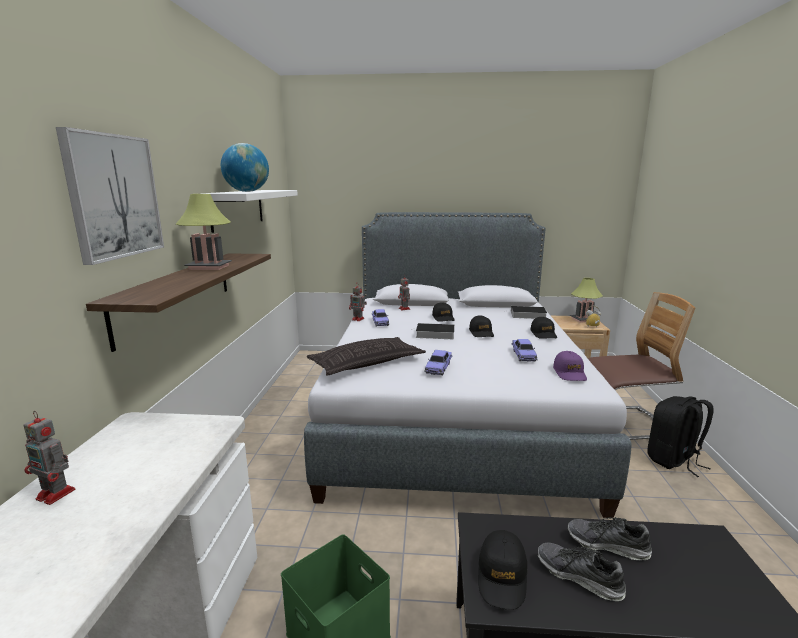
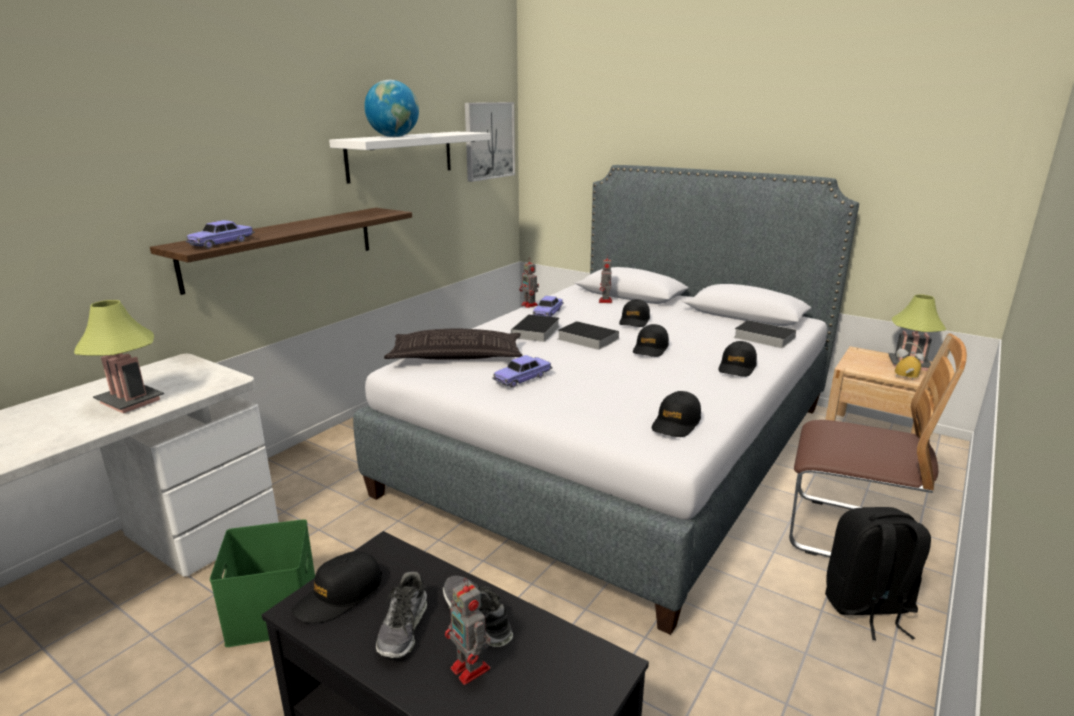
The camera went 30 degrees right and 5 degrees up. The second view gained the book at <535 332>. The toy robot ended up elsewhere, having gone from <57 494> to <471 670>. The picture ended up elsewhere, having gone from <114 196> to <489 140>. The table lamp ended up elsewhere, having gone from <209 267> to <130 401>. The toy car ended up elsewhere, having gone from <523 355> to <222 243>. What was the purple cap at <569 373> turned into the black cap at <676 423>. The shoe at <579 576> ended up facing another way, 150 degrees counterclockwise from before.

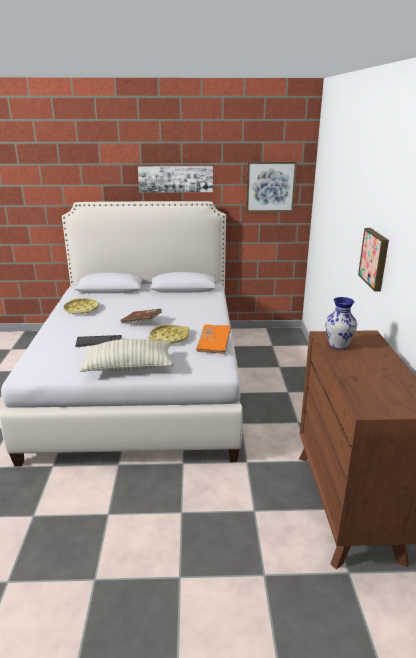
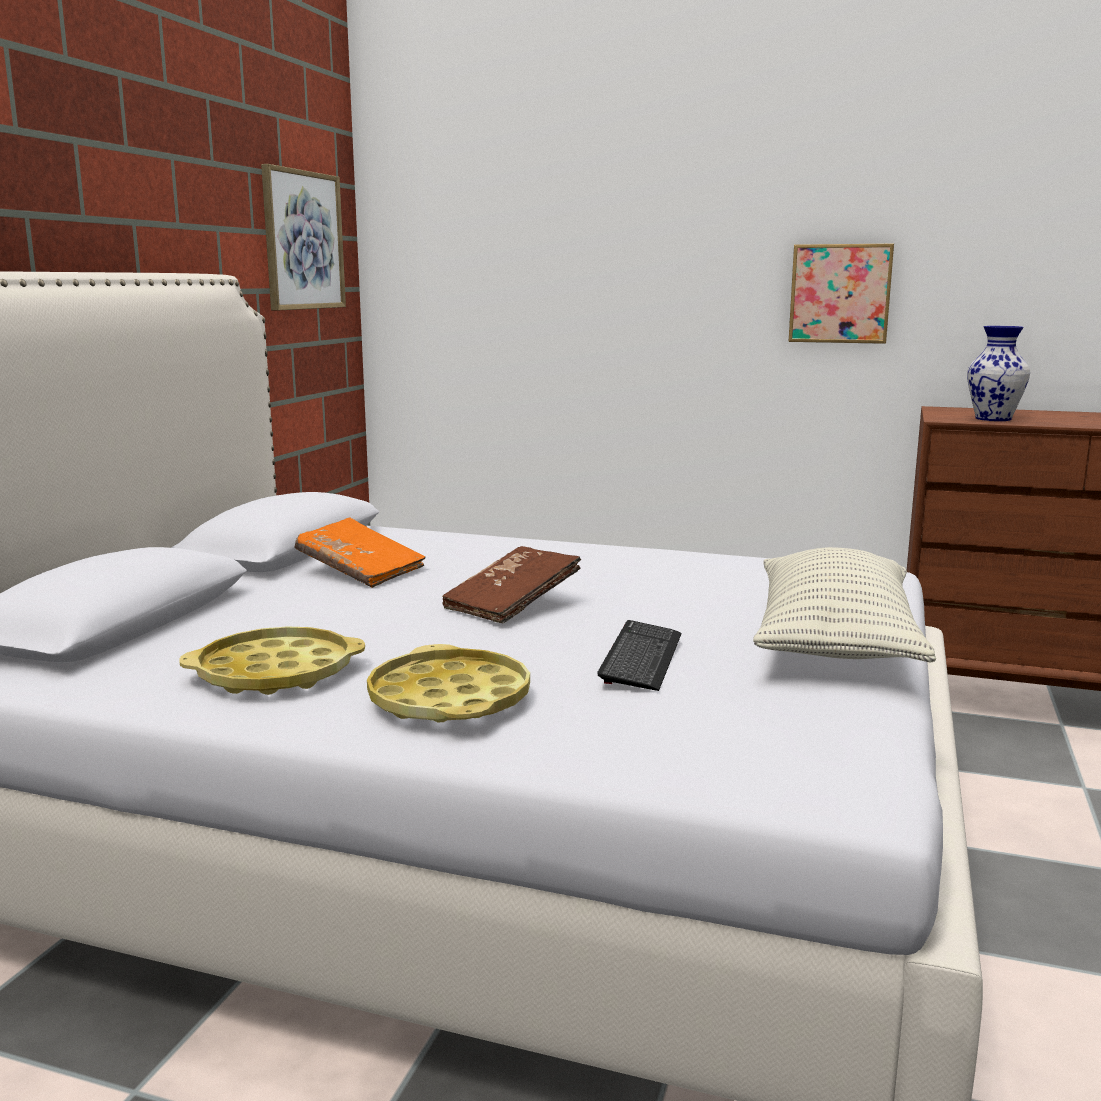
The camera went 70 degrees left and 10 degrees down. The second view lost the picture at <175 179>. The yellow tray ended up elsewhere, having gone from <169 338> to <449 699>. The orange book ended up elsewhere, having gone from <214 345> to <360 571>.

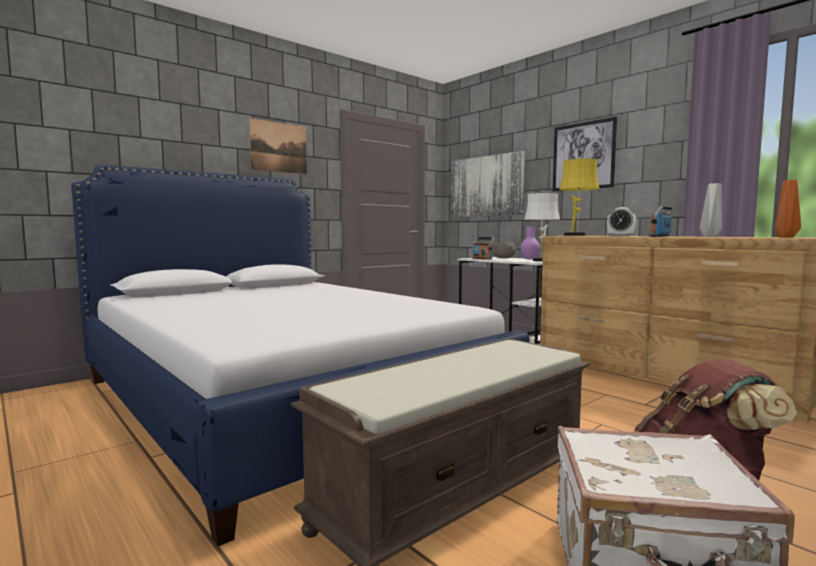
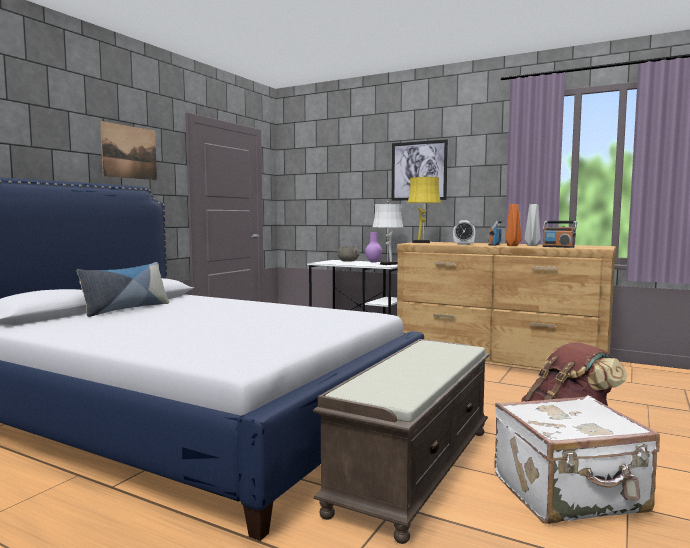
The camera went 20 degrees left and 0 degrees up. The second view lost the picture at <486 186>. The second view gained the pillow at <126 309>. The radio ended up elsewhere, having gone from <482 259> to <558 247>. The orange vase ended up elsewhere, having gone from <786 237> to <512 246>.

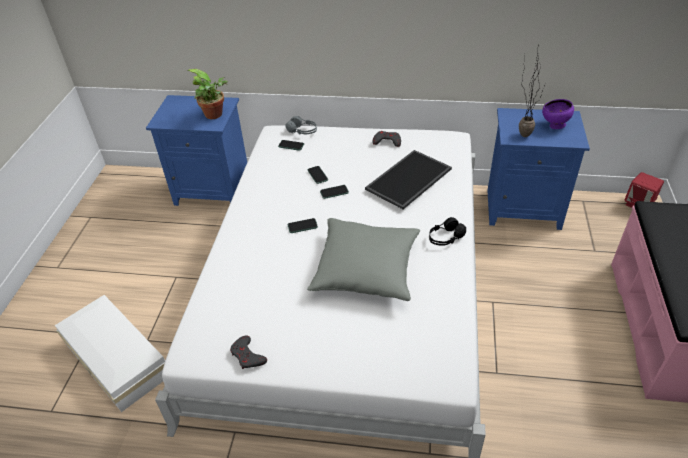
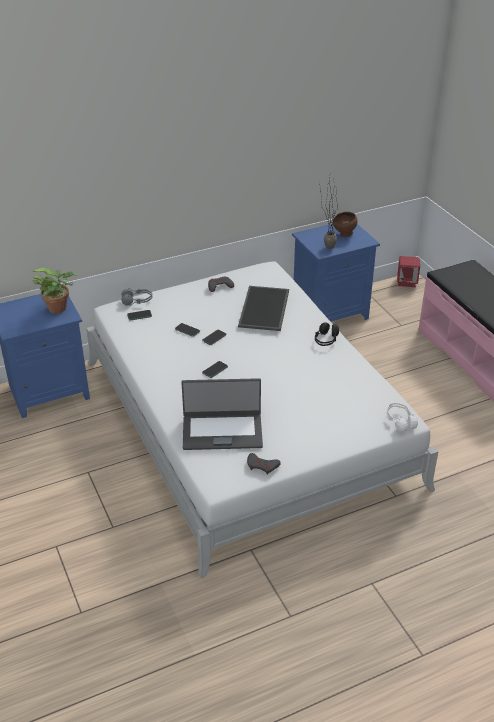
The camera went 35 degrees left and 5 degrees down. The second view lost the white storage box at <117 357>. The second view lost the grey pillow at <366 269>. The second view gained the laptop at <222 431>. The second view gained the white headphones at <400 421>. What was the purple bowl at <554 126> turned into the brown bowl at <344 235>.

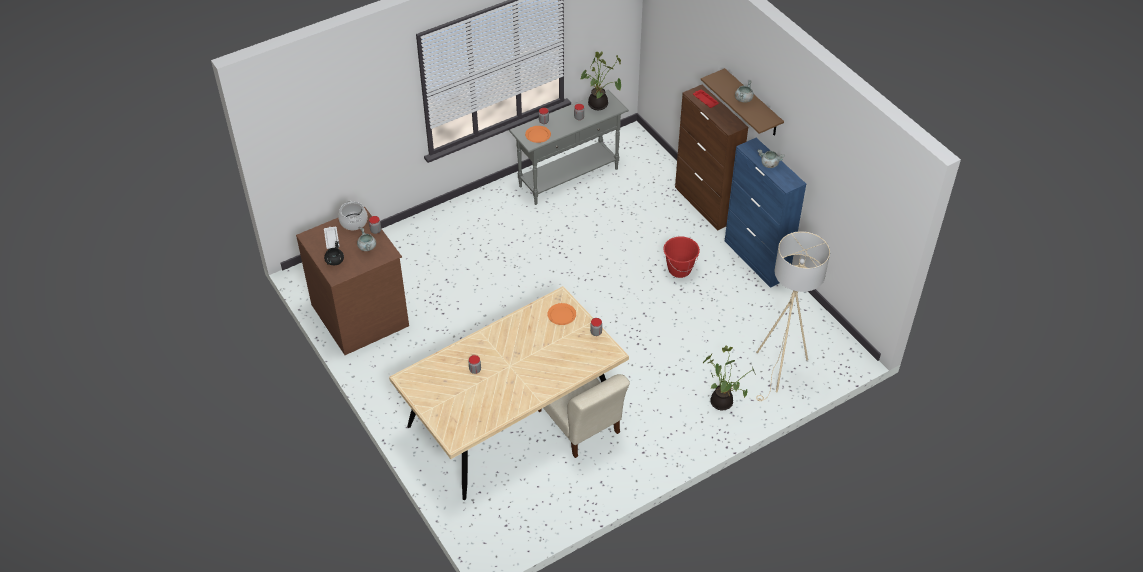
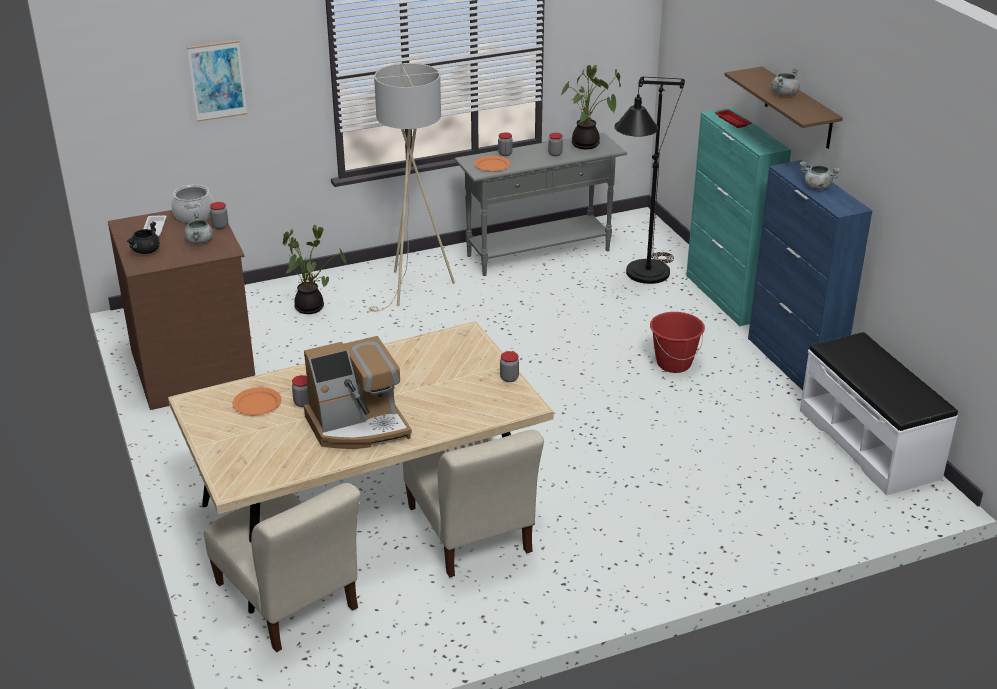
The camera went 10 degrees right and 15 degrees down. The second view gained the picture at <217 81>. The second view gained the beige chair at <288 600>. The second view gained the coffee machine at <358 426>. The second view gained the black floor lamp at <642 278>. The second view gained the white bench at <869 443>. The orange plate ended up elsewhere, having gone from <561 315> to <257 403>. The potted plant ended up elsewhere, having gone from <723 401> to <312 307>. The beige floor lamp ended up elsewhere, having gone from <780 371> to <413 290>. What was the brown cabinet at <705 204> turned into the turquoise cabinet at <726 297>.

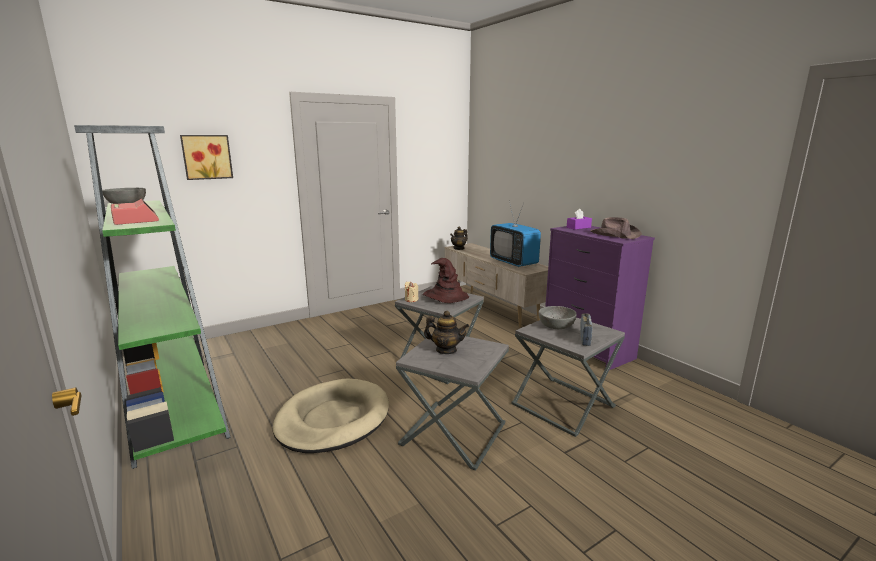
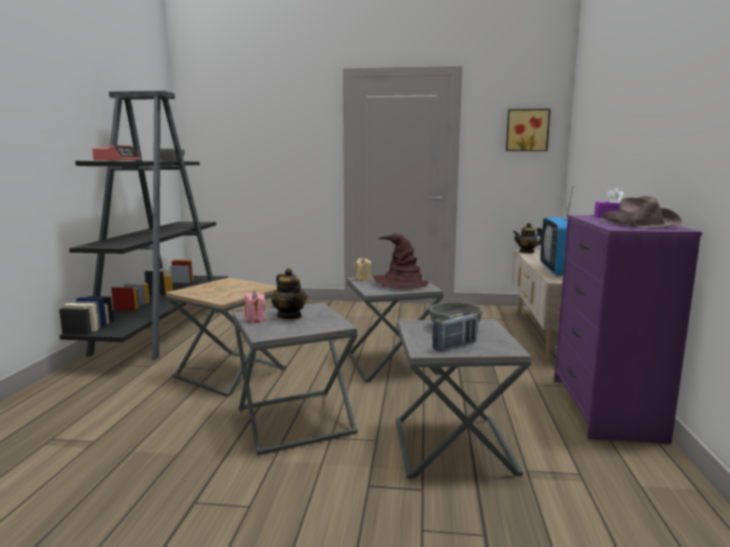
The camera went 40 degrees right and 5 degrees down. The second view gained the pink candle at <255 319>. The picture ended up elsewhere, having gone from <207 157> to <527 130>. Where the beige dog bed stood at <333 419>, the brown side table came to stand at <230 373>. What was the green bookcase at <173 405> turned into the black bookcase at <163 330>.

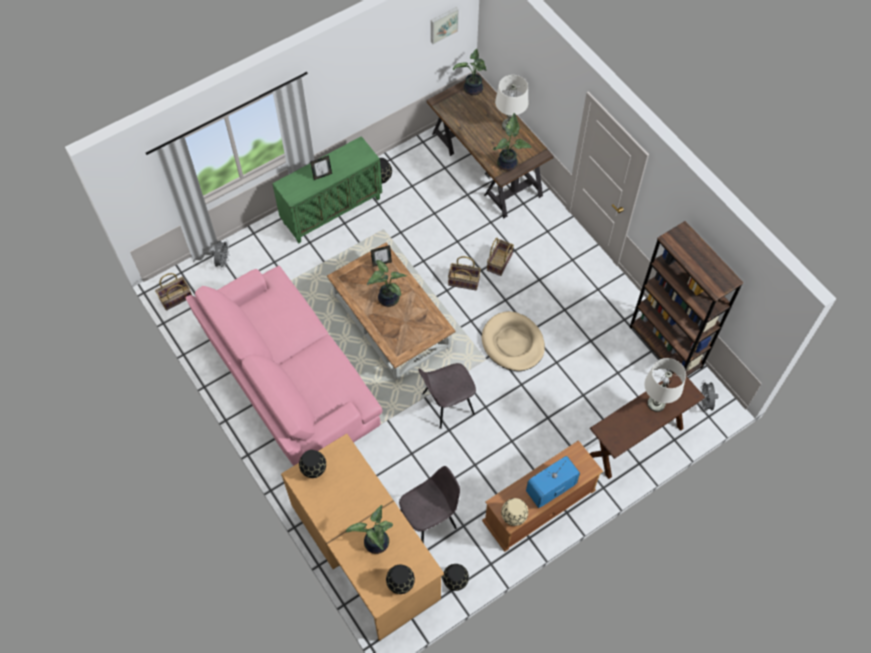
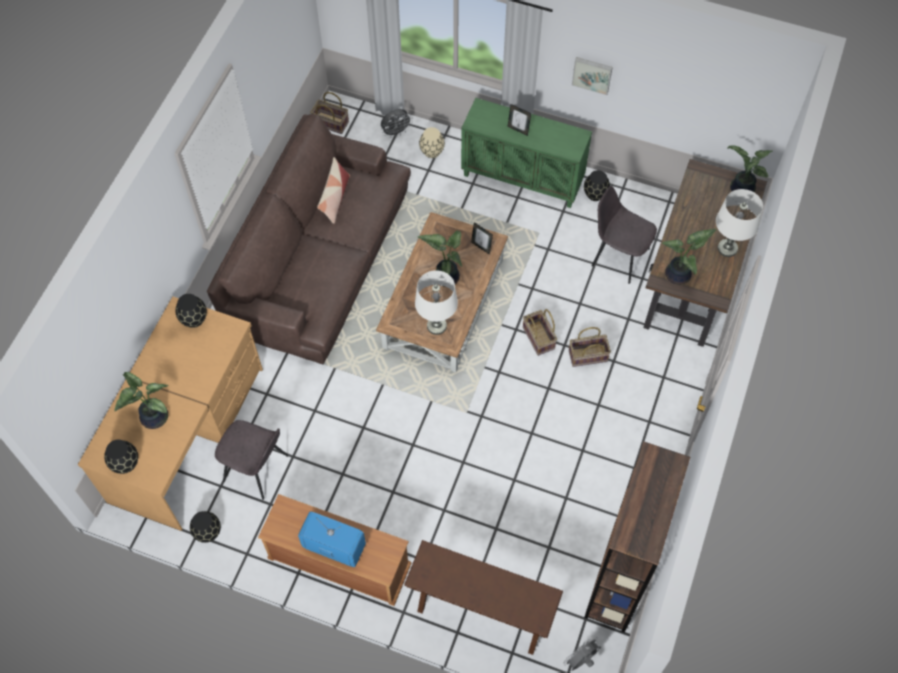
The camera went 55 degrees right and 0 degrees up. The second view lost the beige dog bed at <513 343>. The second view gained the pillow at <335 198>. The grey chair ended up elsewhere, having gone from <446 404> to <619 256>. The picture ended up elsewhere, having gone from <443 24> to <592 74>. The beige vase ended up elsewhere, having gone from <513 517> to <431 152>. The white table lamp ended up elsewhere, having gone from <656 403> to <437 326>. What was the pink sofa at <288 376> turned into the brown sofa at <319 258>.

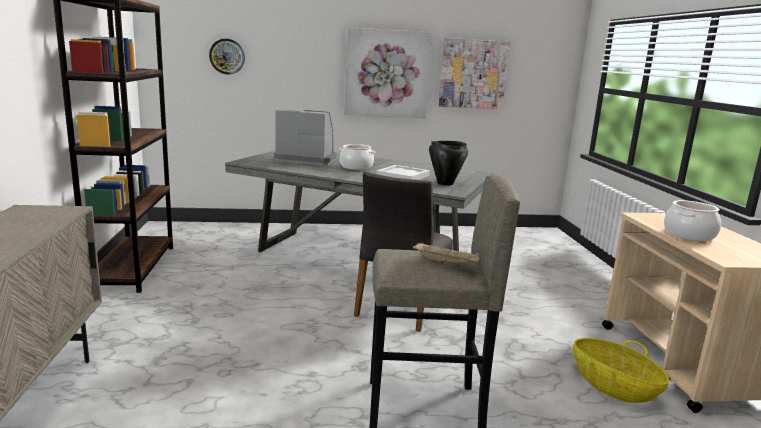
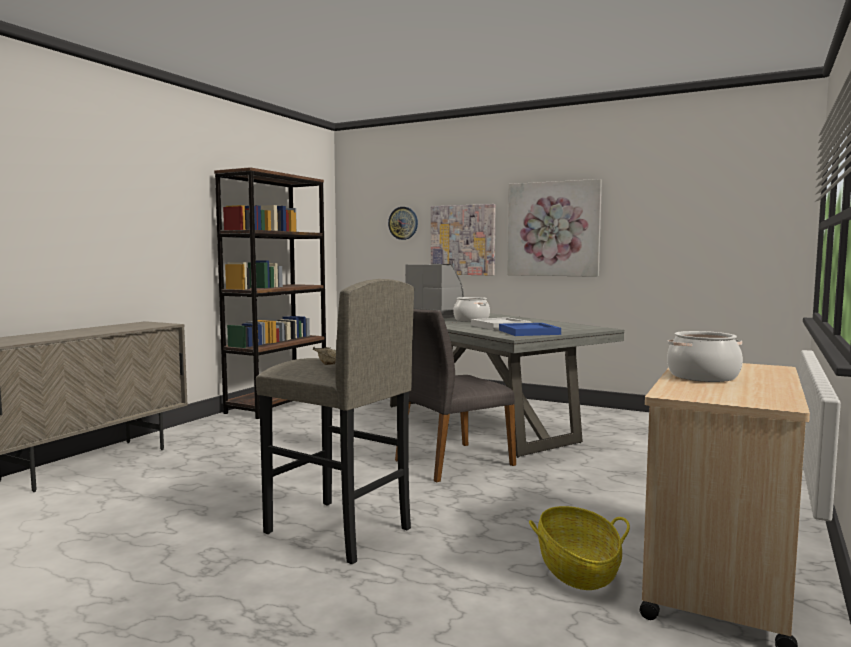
The camera went 35 degrees right and 10 degrees down. The picture ended up elsewhere, having gone from <473 74> to <463 240>. Where the black cooking pot stood at <445 183>, the blue tray came to stand at <528 332>.

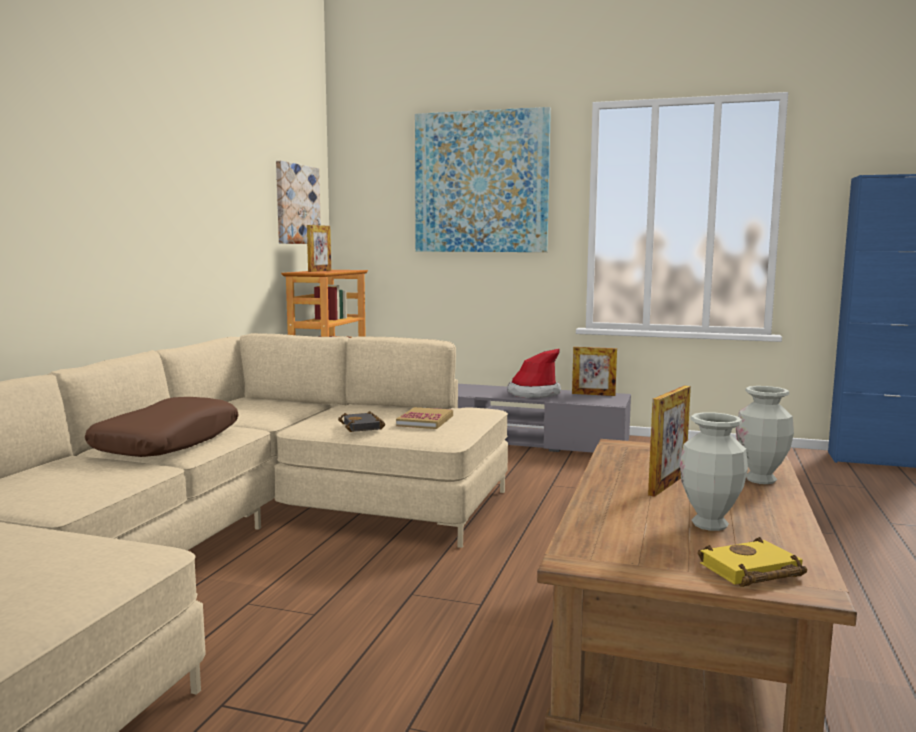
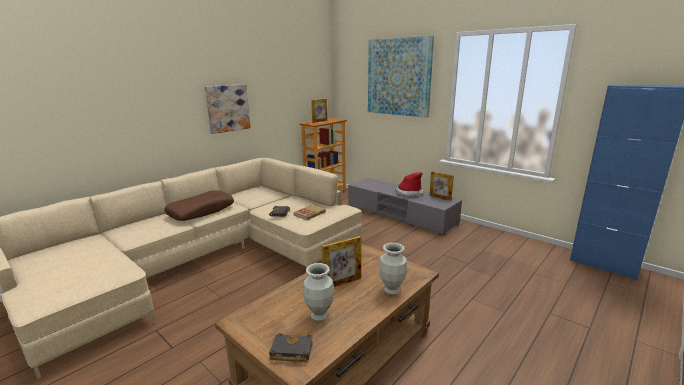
The camera went 25 degrees right and 10 degrees up. The picture ended up elsewhere, having gone from <296 204> to <228 108>. What was the yellow book at <750 572> turned into the black book at <290 351>.

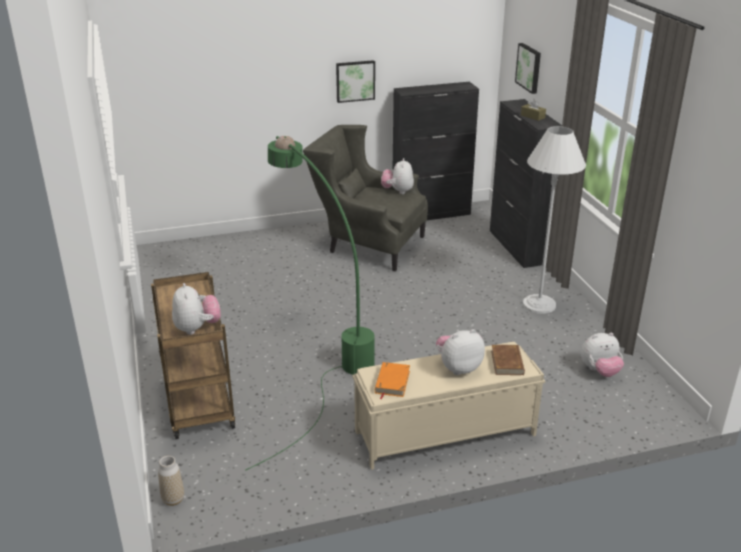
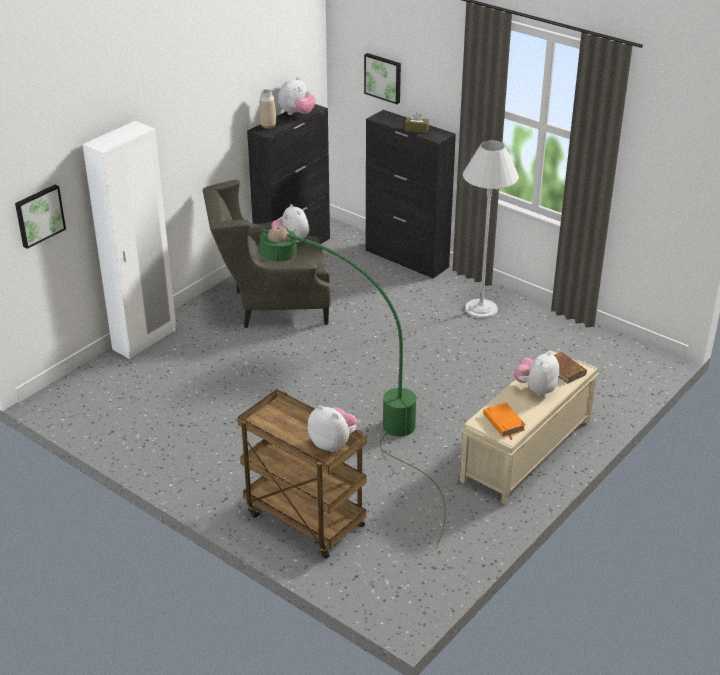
The camera went 35 degrees left and 5 degrees up. The second view gained the white wardrobe at <145 340>. The vase ended up elsewhere, having gone from <173 499> to <268 126>. The picture ended up elsewhere, having gone from <355 81> to <39 215>. The plush toy ended up elsewhere, having gone from <600 371> to <297 114>.

